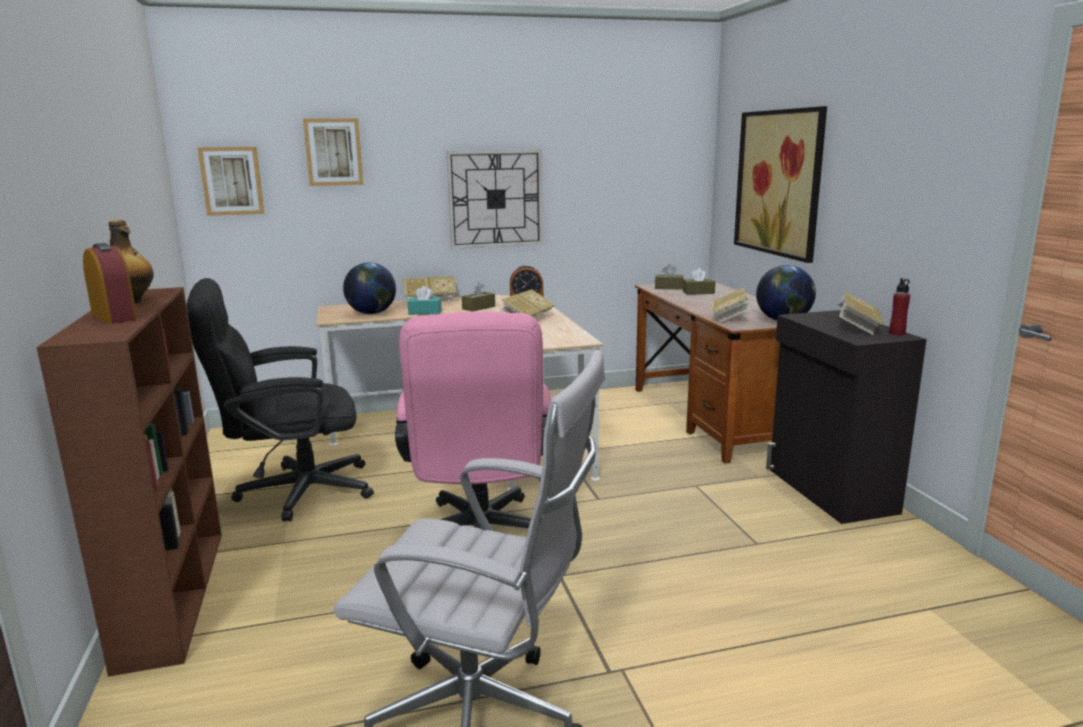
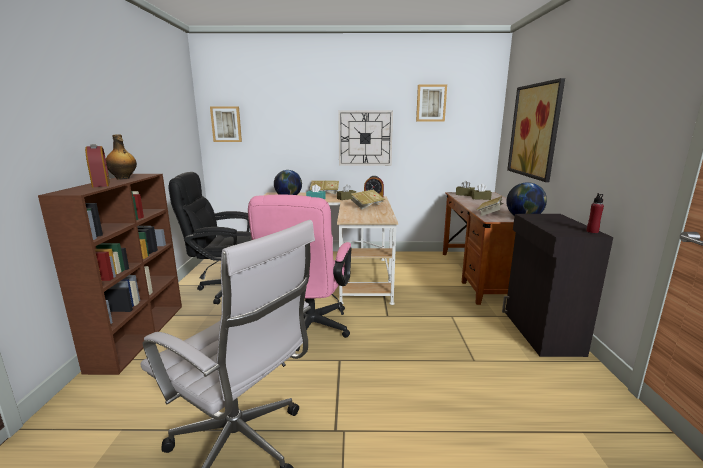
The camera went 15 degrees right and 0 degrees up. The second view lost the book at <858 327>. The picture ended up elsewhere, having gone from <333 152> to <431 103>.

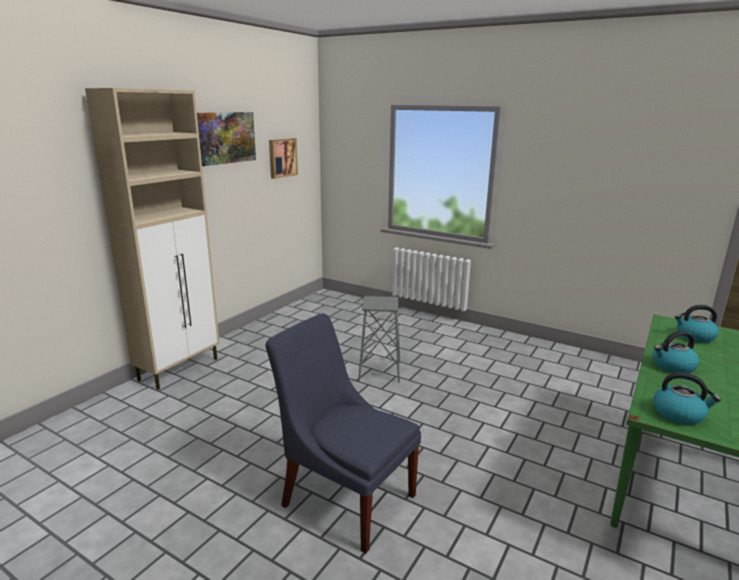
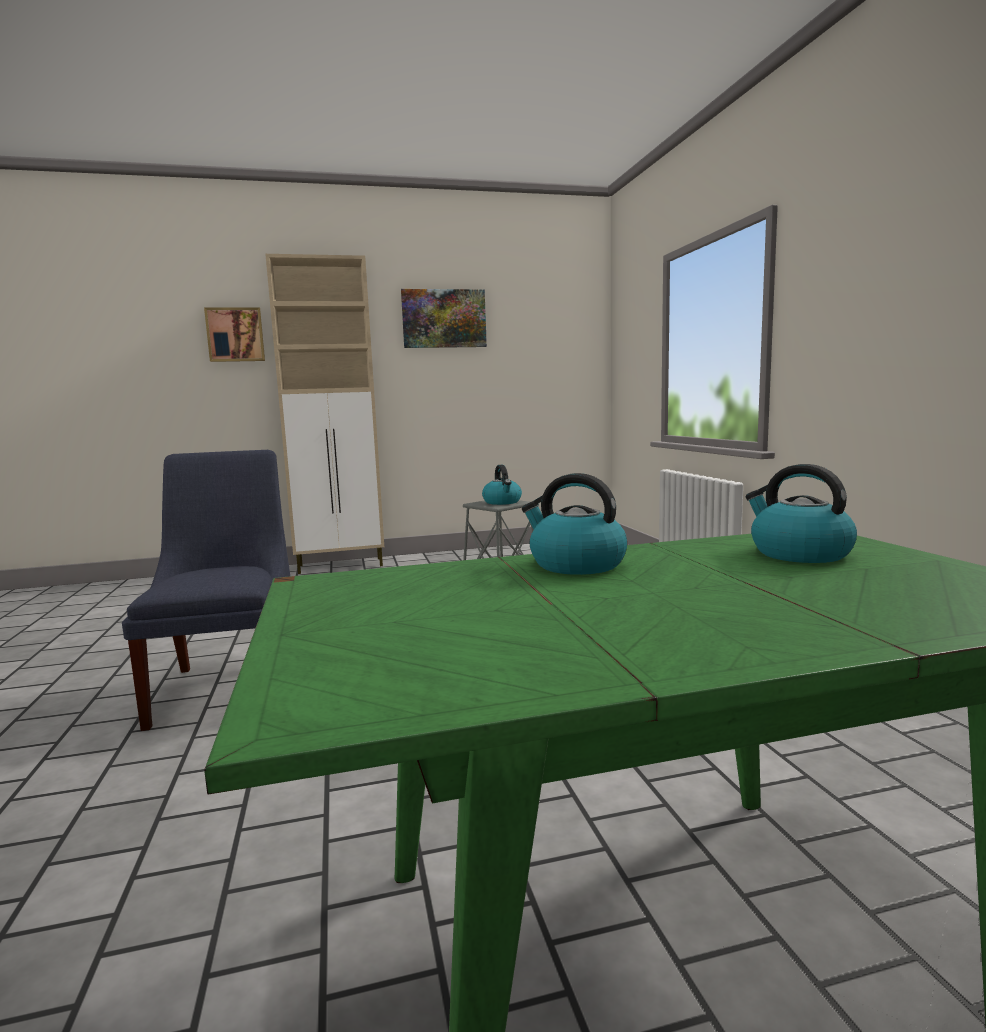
The camera went 45 degrees right and 10 degrees down. The picture ended up elsewhere, having gone from <282 157> to <235 335>. The kettle ended up elsewhere, having gone from <679 414> to <502 502>.

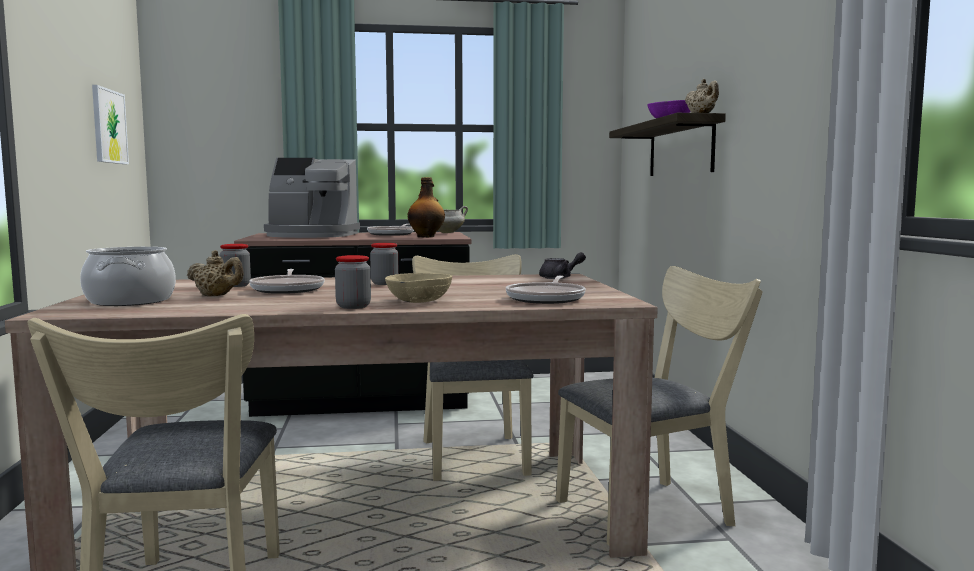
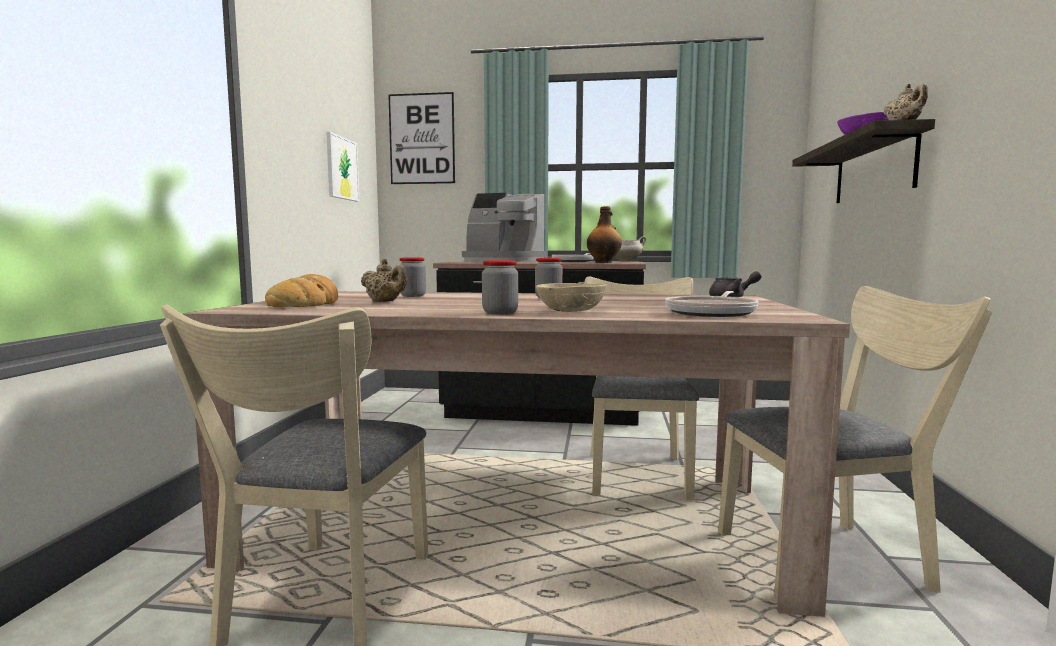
The camera went 15 degrees right and 0 degrees up. The second view lost the frying pan at <288 289>. The second view gained the picture at <422 139>. Where the cooking pot stood at <129 301>, the bread came to stand at <307 303>.

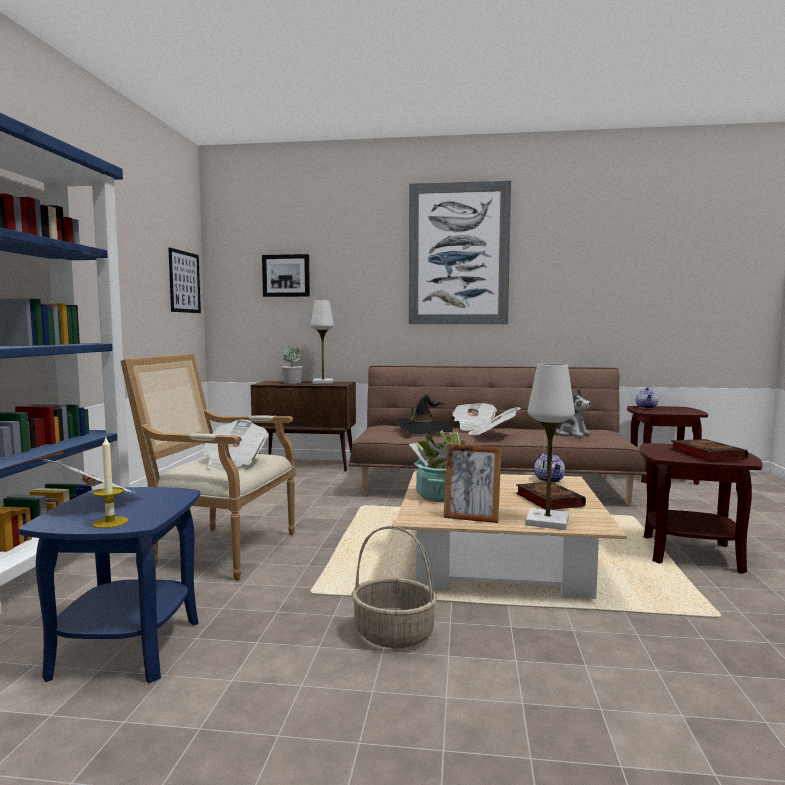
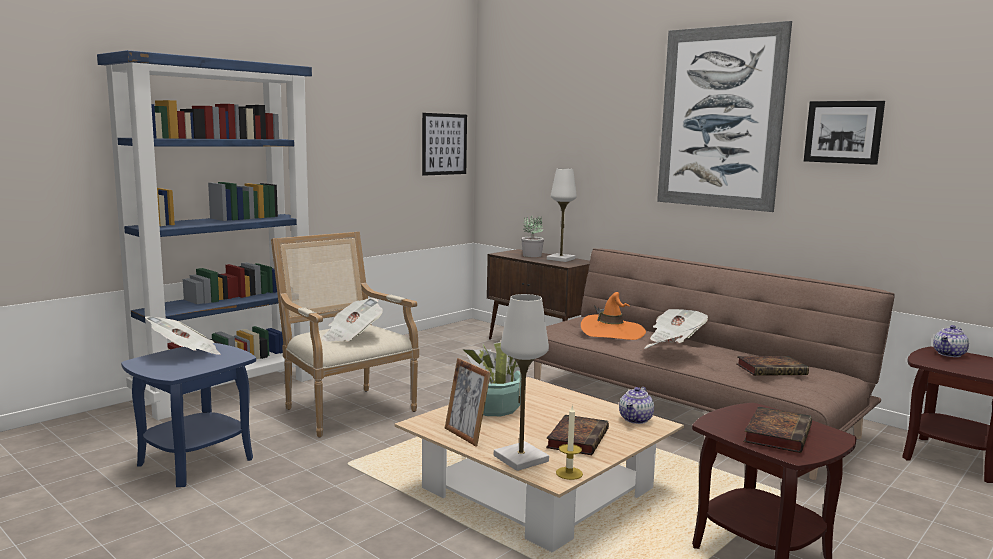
The camera went 35 degrees right and 5 degrees up. The second view lost the basket at <392 634>. The candle ended up elsewhere, having gone from <110 522> to <569 473>. The picture ended up elsewhere, having gone from <286 275> to <843 132>. Where the plush toy stood at <571 433>, the book came to stand at <772 370>. What was the black hat at <424 430> turned into the orange hat at <612 332>.

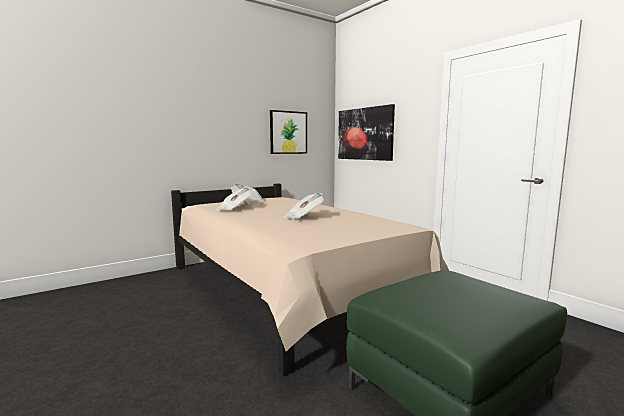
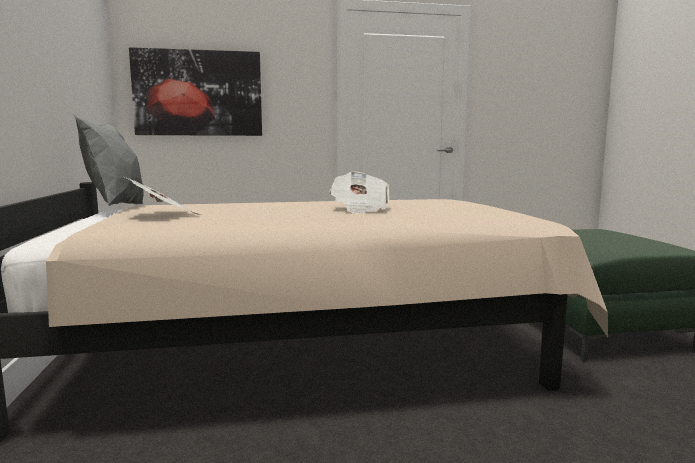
The camera went 65 degrees left and 0 degrees up. The second view lost the newspaper at <234 209>. The second view lost the picture at <288 132>. The second view gained the grey pillow at <116 209>.

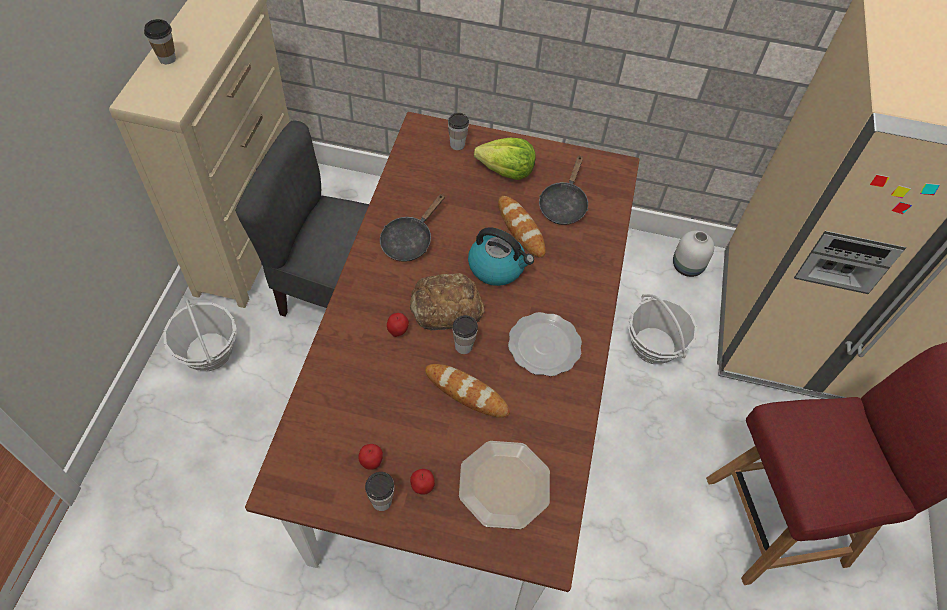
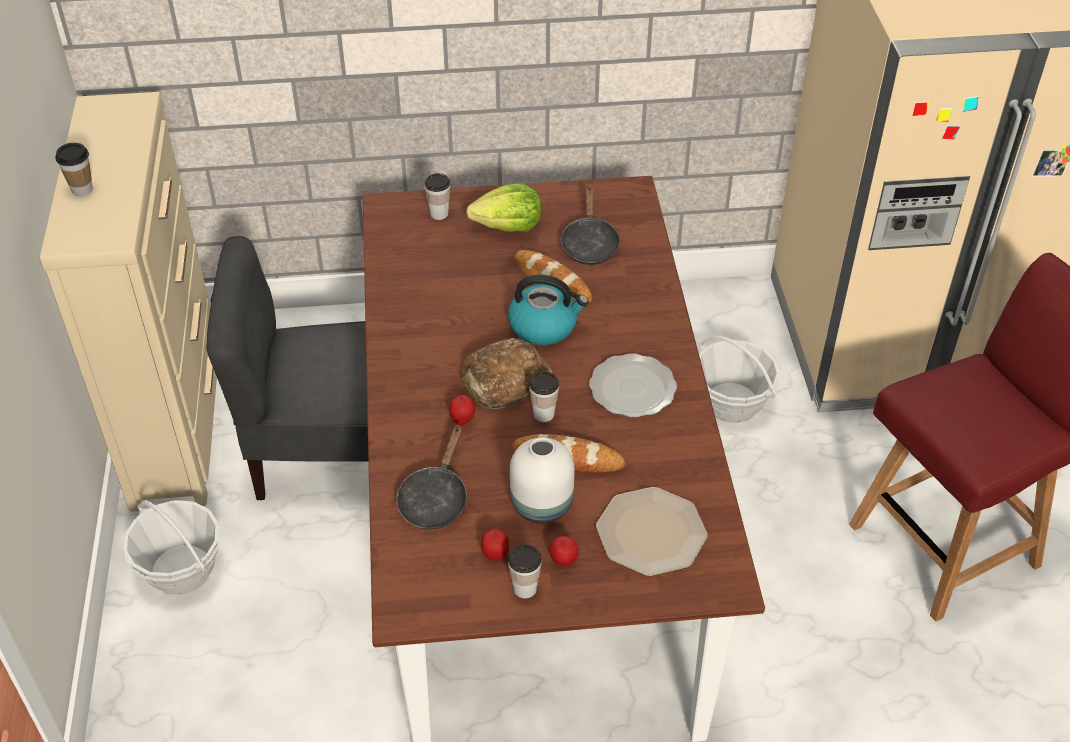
The camera went 15 degrees left and 10 degrees down. The black frying pan ended up elsewhere, having gone from <409 240> to <435 499>. The white vase ended up elsewhere, having gone from <688 266> to <543 504>.

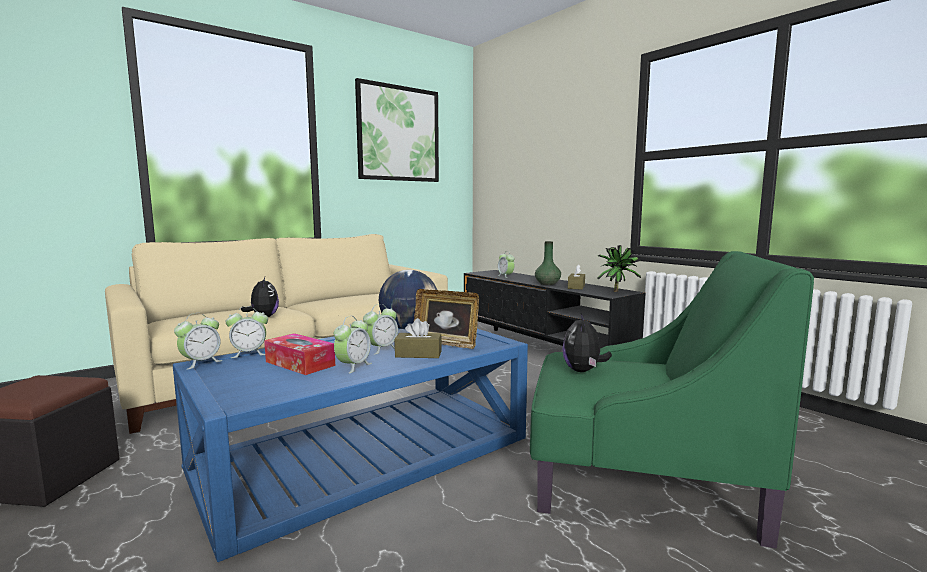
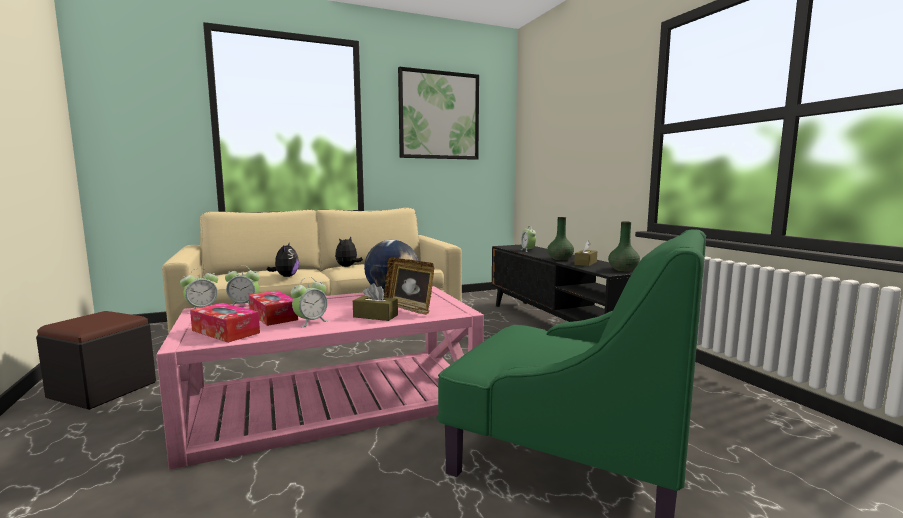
The camera went 15 degrees right and 0 degrees up. The second view lost the alarm clock at <381 349>. The second view gained the tissue box at <225 332>. The plush toy ended up elsewhere, having gone from <583 371> to <347 266>. Where the potted plant stood at <617 291>, the green vase came to stand at <623 269>. What was the blue coffee table at <364 452> turned into the pink coffee table at <334 400>.

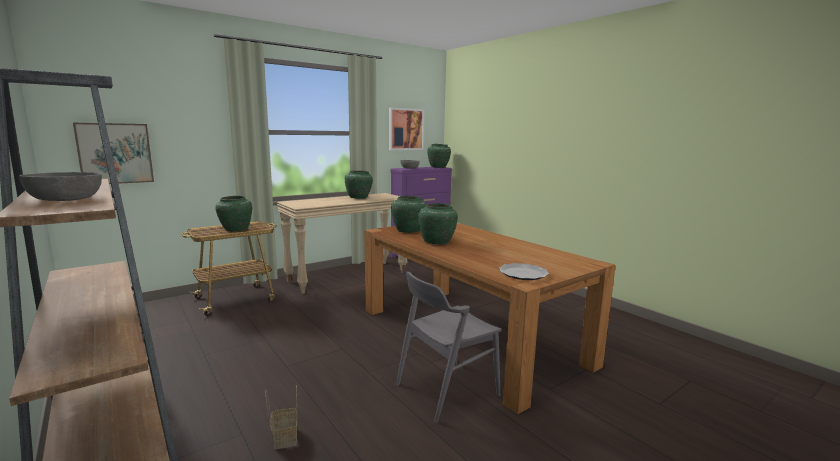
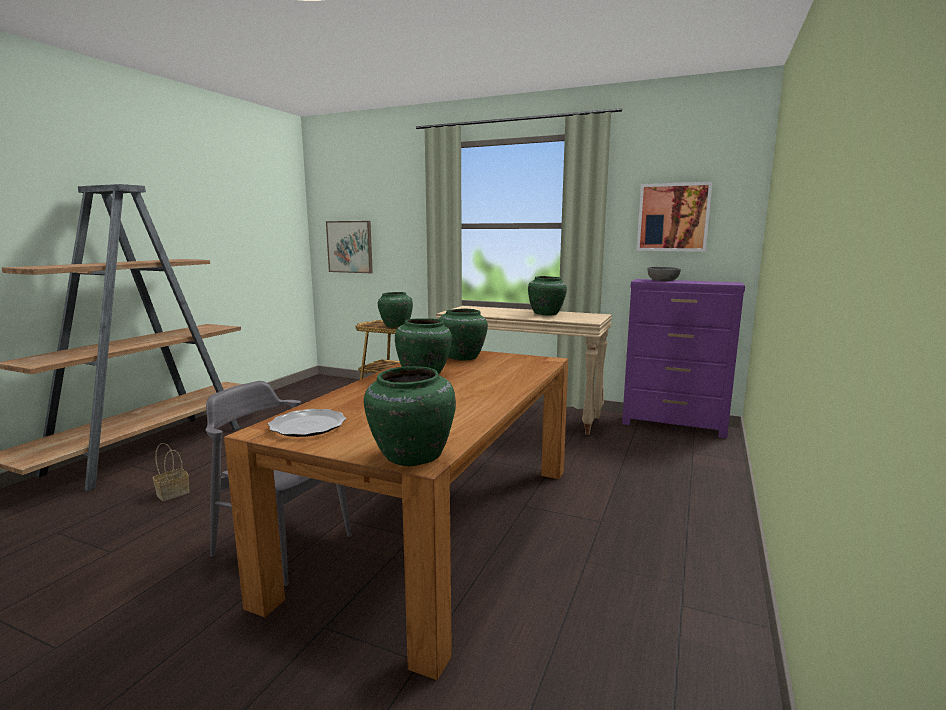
The camera went 60 degrees right and 0 degrees up. The second view lost the grey bowl at <65 199>. The green vase ended up elsewhere, having gone from <438 167> to <410 456>.

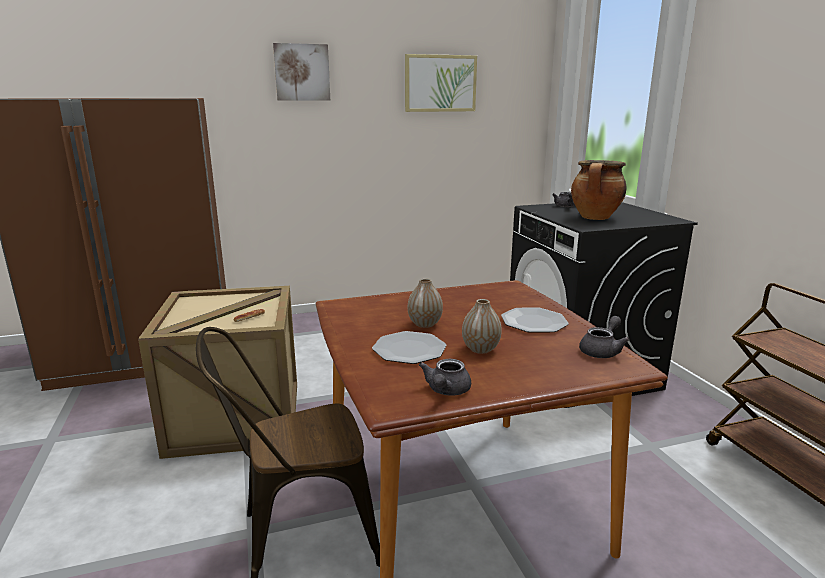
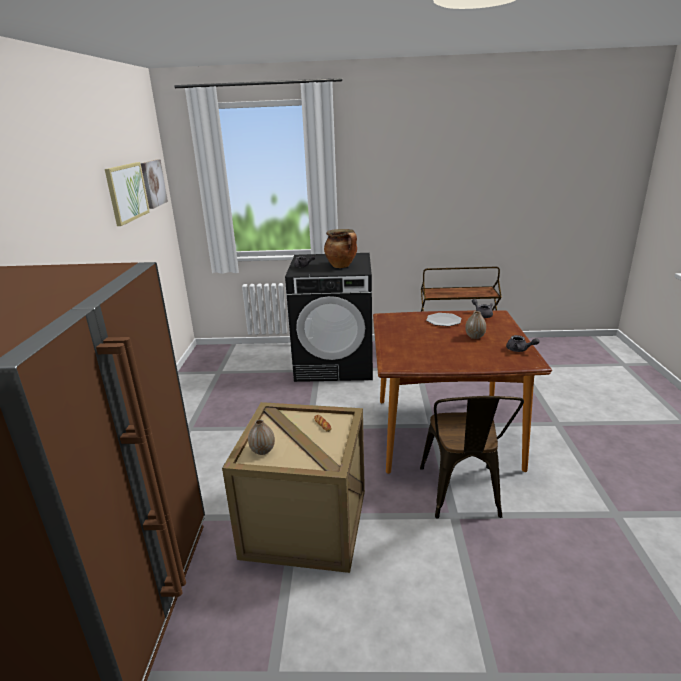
The camera went 70 degrees left and 5 degrees up. The second view lost the plate at <409 349>. The picture ended up elsewhere, having gone from <302 72> to <153 183>. The vase ended up elsewhere, having gone from <425 324> to <262 451>.

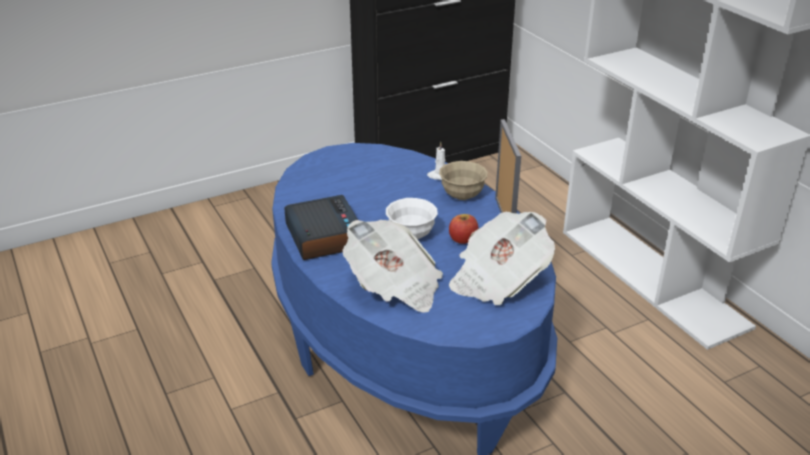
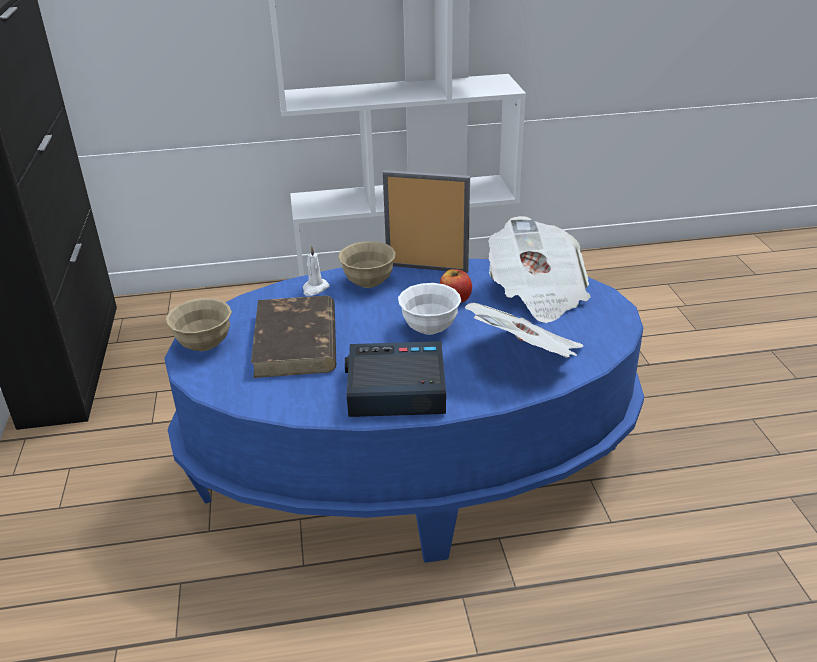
The camera went 70 degrees left and 0 degrees up. The second view gained the beige bowl at <204 345>. The second view gained the brown book at <296 342>.

